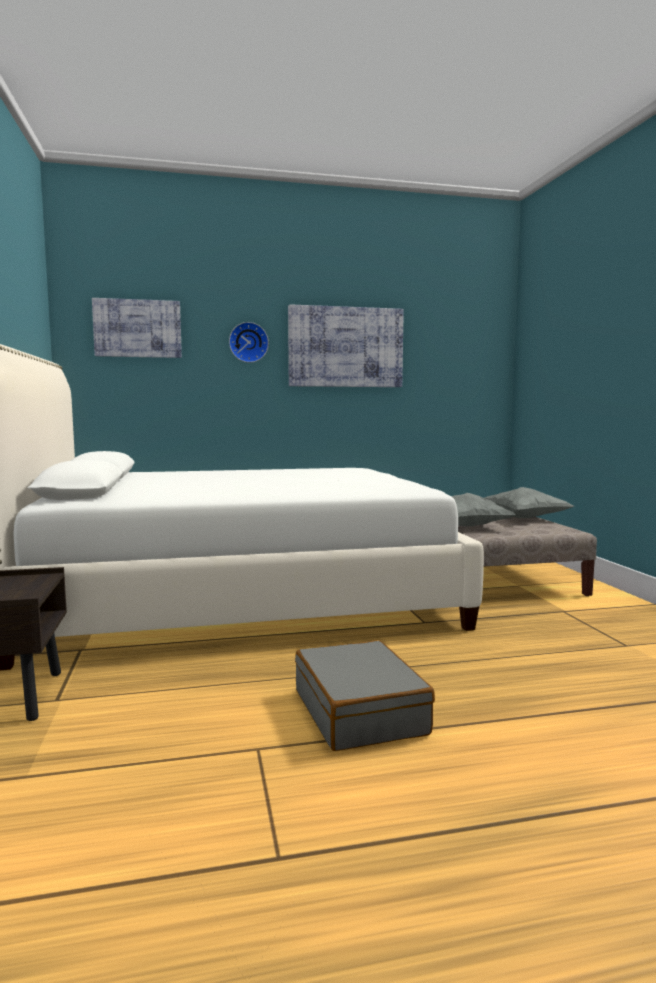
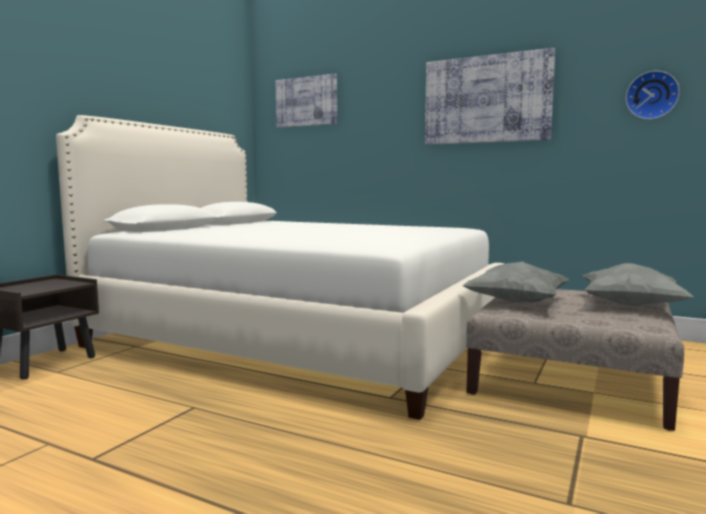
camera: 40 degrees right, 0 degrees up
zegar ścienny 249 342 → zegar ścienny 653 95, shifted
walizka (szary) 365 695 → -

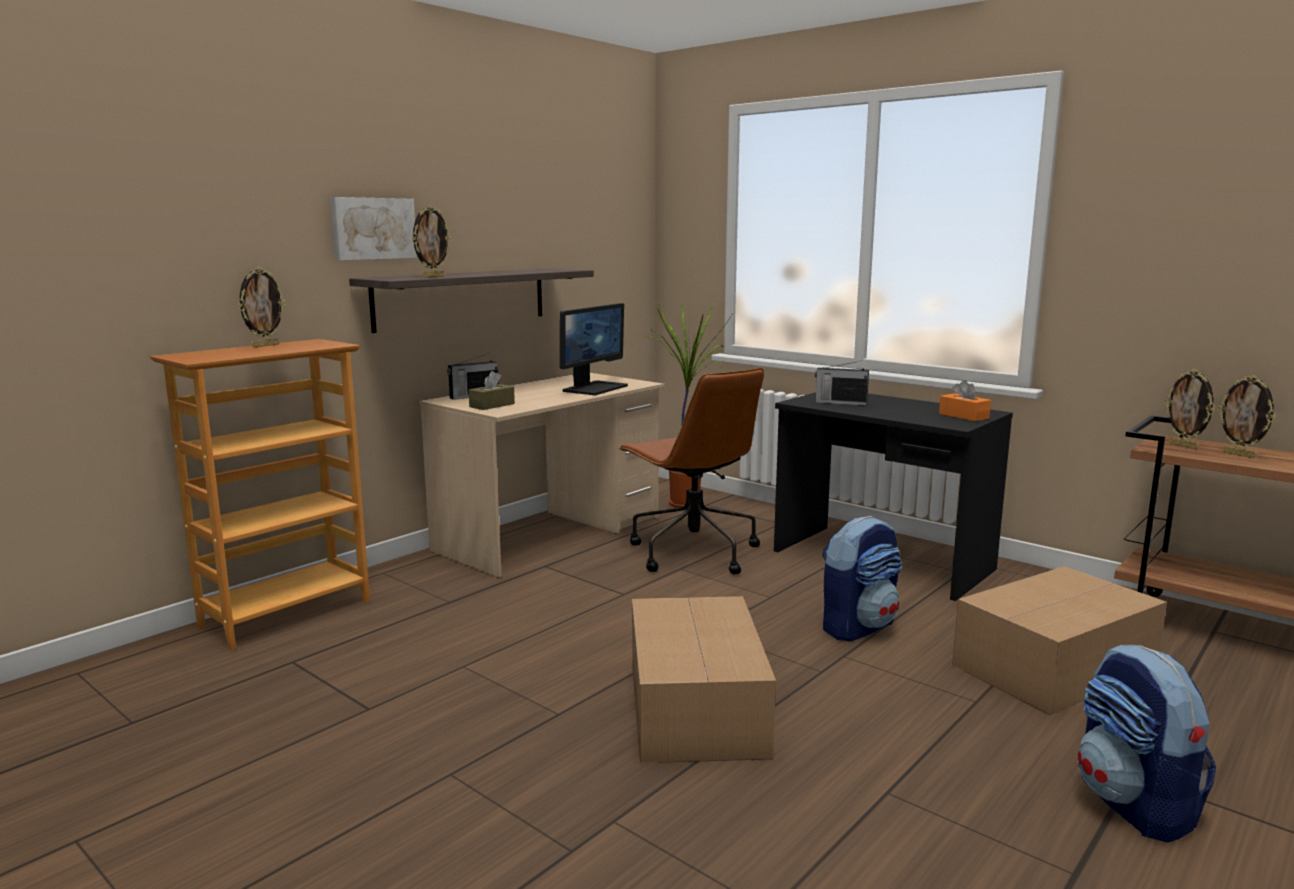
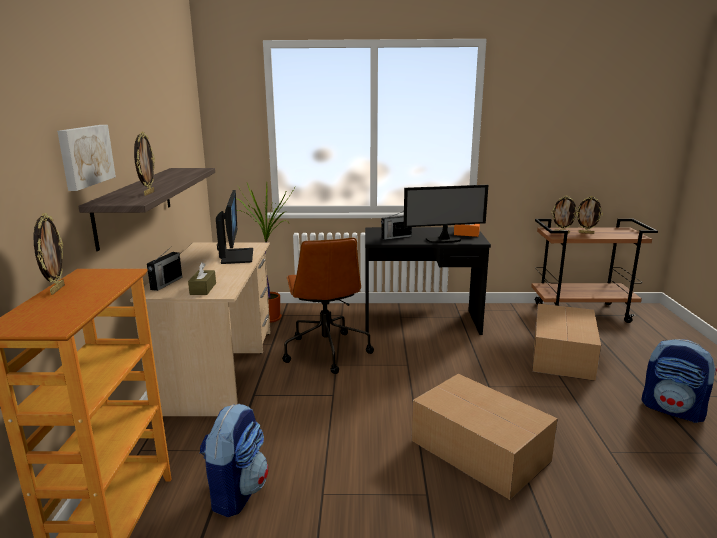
camera: 40 degrees left, 5 degrees up
plecak 862 578 → plecak 234 460, shifted
krzesło biurowe (brązowy) 691 471 → krzesło biurowe (brązowy) 328 305, 60 degrees clockwise
- → monitor 446 214

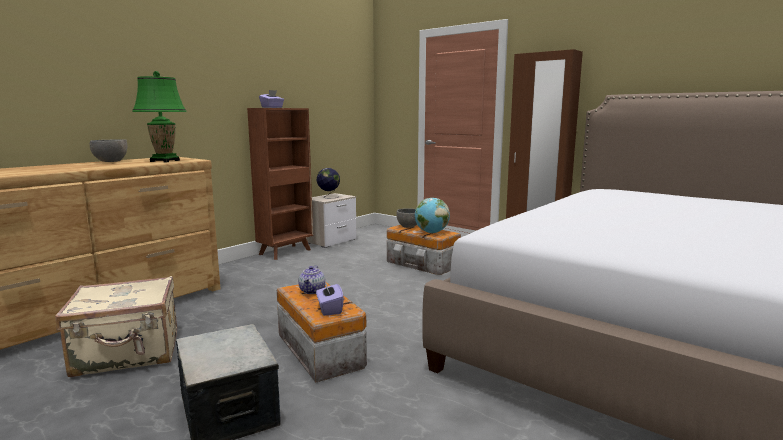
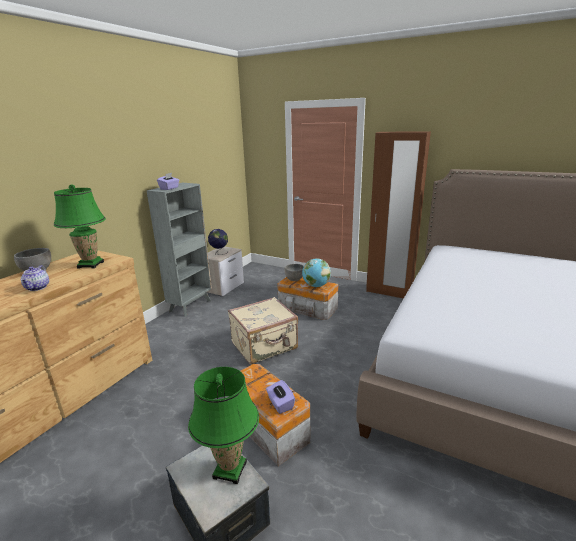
camera: 10 degrees left, 10 degrees up
imbryk 312 279 → imbryk 34 278, shifted
regał (brązowy) 280 184 → regał (szary) 179 250
- → lampa stołowa (zielony) 223 425
walizka (beżowy) 116 326 → walizka (beżowy) 263 330, shifted

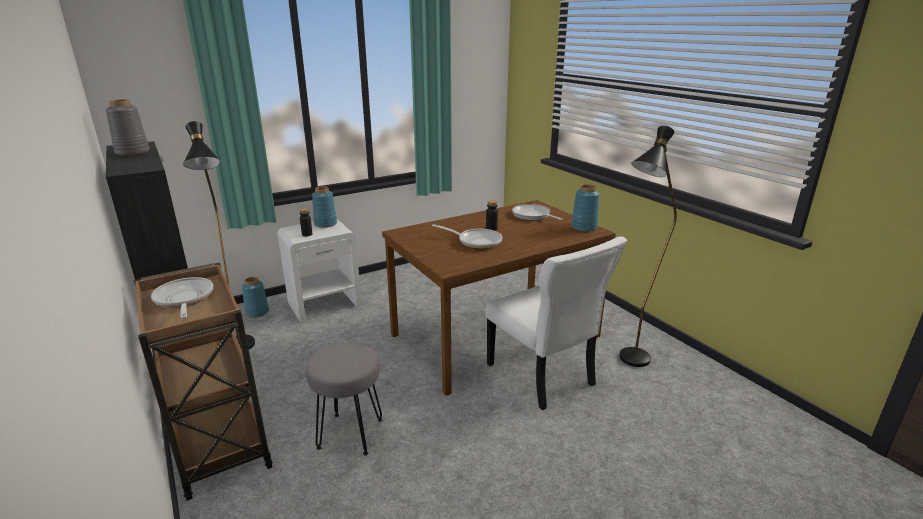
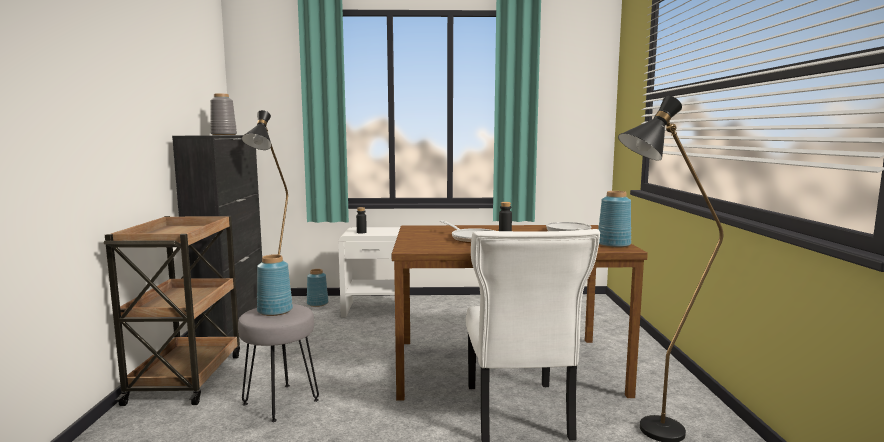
camera: 30 degrees right, 15 degrees down
wazon (niebieski) 324 207 → wazon (niebieski) 275 285, shifted
patelnia 182 298 → -

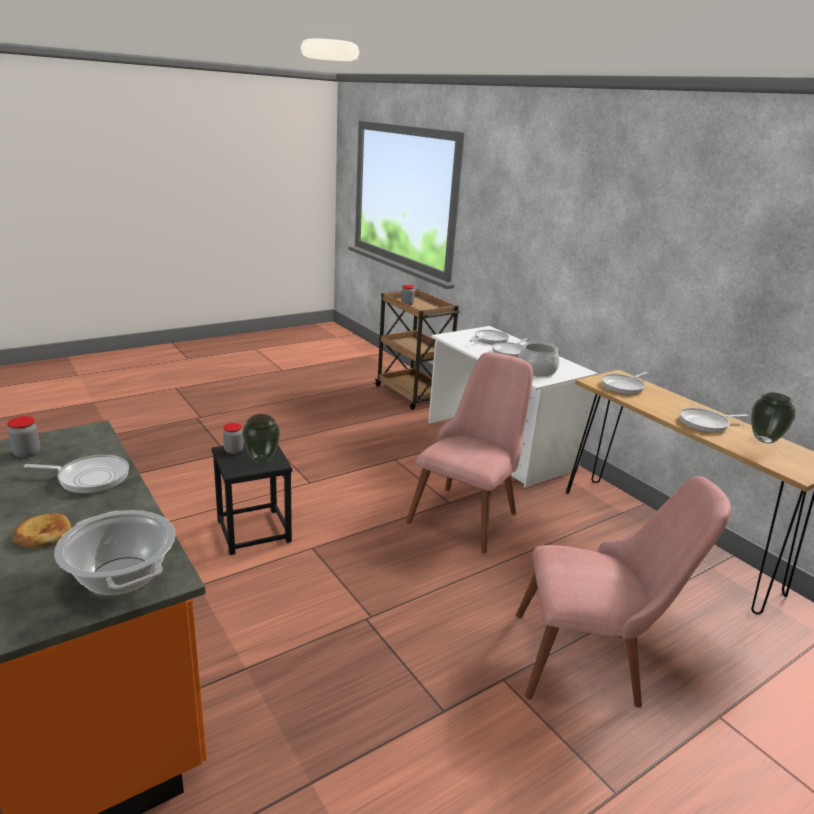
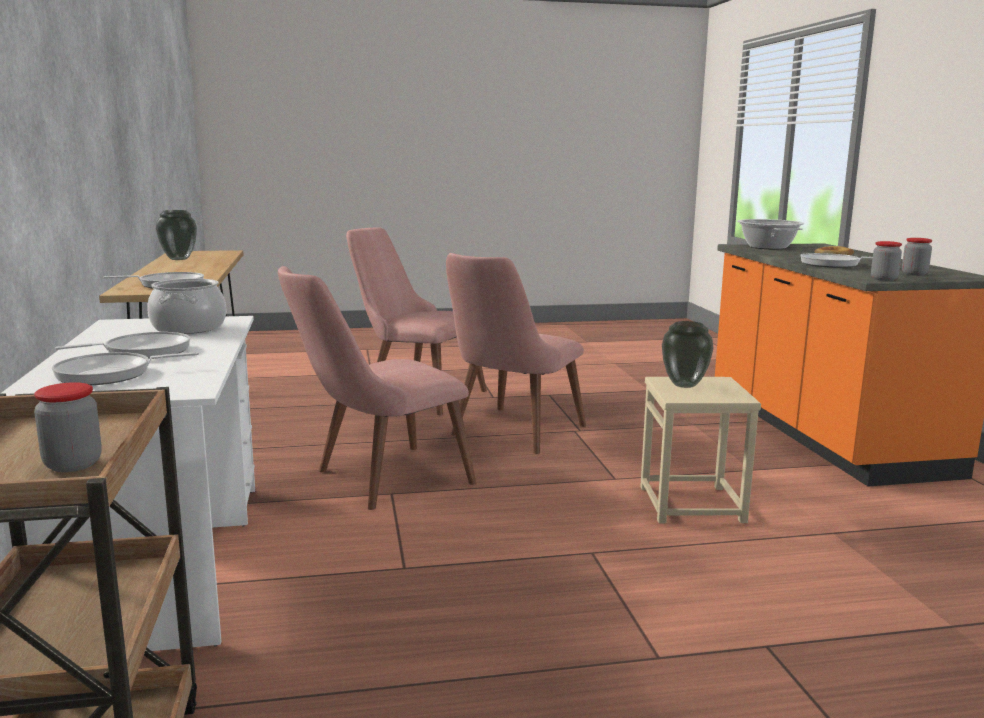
camera: 155 degrees left, 10 degrees down
- → krzesło (różowy) 516 353
stołek (czarny) 252 499 → stołek (beżowy) 700 450
słoik 233 438 → słoik 886 261, shifted
patelnia 713 420 → -

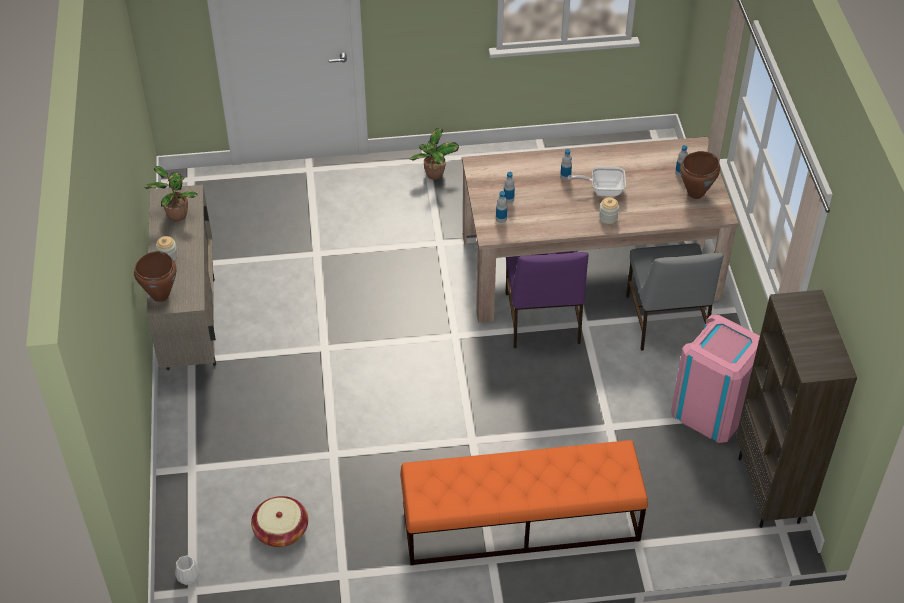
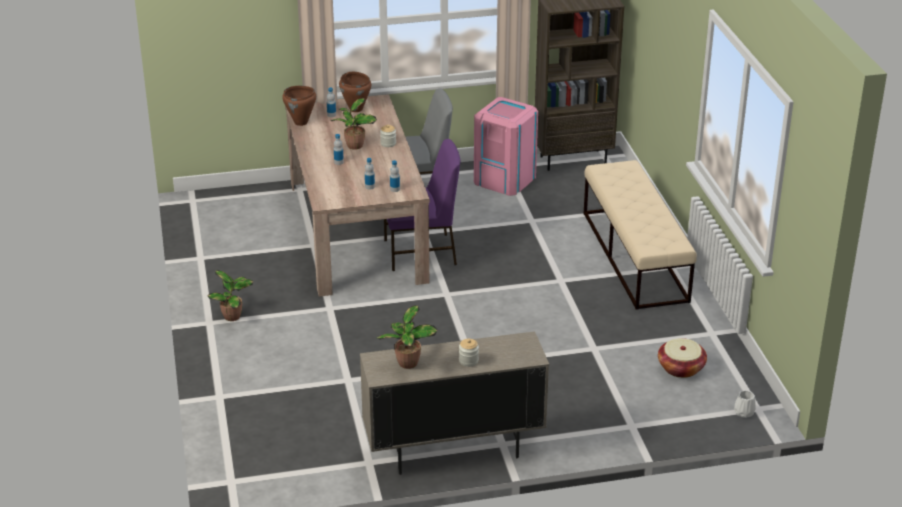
camera: 95 degrees left, 15 degrees down
garnek (brązowy) 155 276 → garnek (brązowy) 299 106, shifted
patelnia 597 181 → roślina doniczkowa 353 124
ławka (pomarańczowy) 524 502 → ławka (beżowy) 640 235

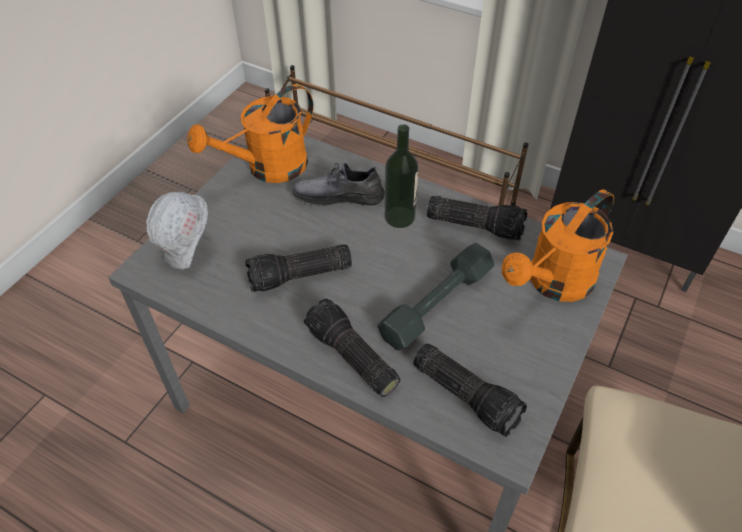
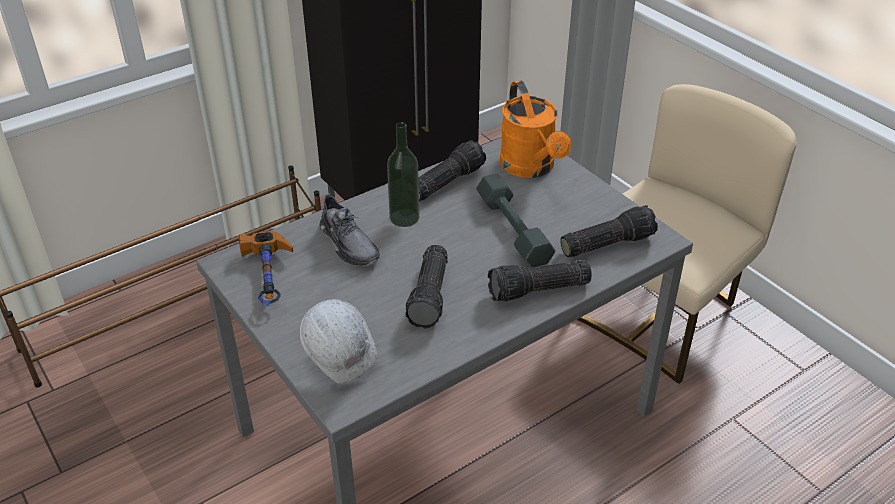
camera: 65 degrees left, 10 degrees down
konewka (pomarańczowy) 250 133 → młotek 266 268
but (szary) 339 184 → but (szary) 350 230, 60 degrees counterclockwise

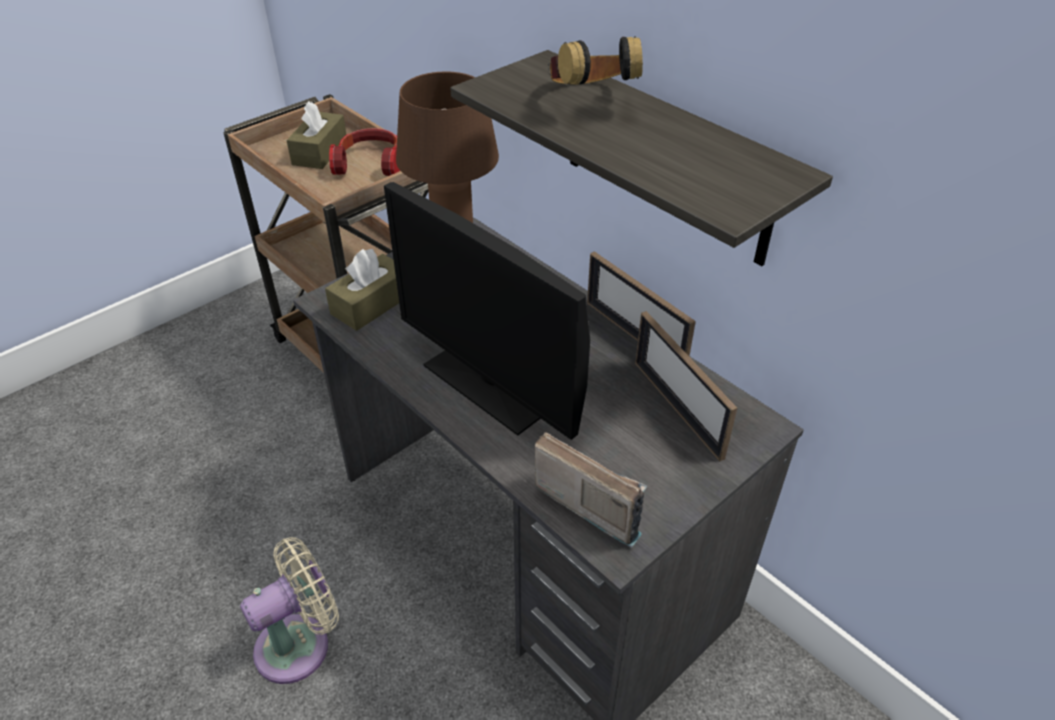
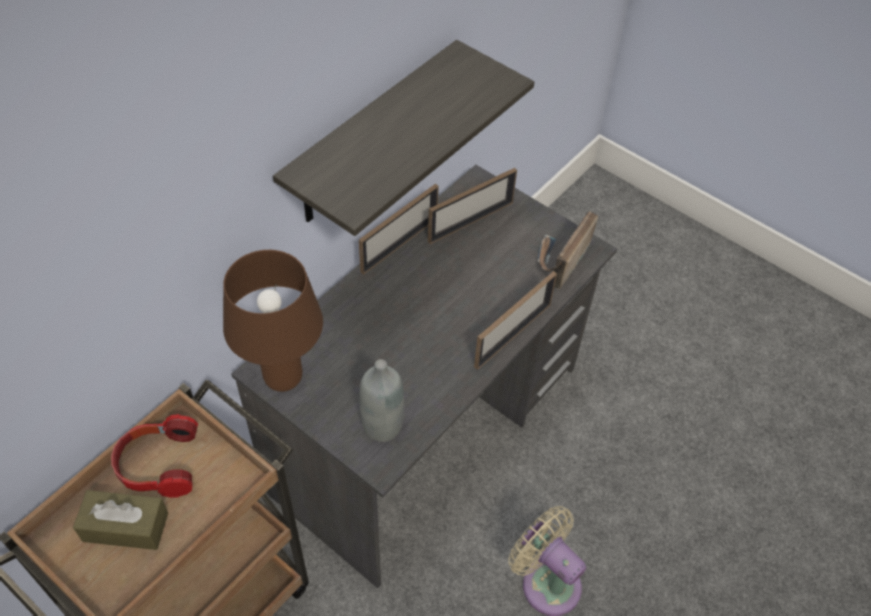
camera: 100 degrees left, 10 degrees up
pudełko chusteczek (brązowy) 362 290 → butelka (szary) 382 400
- → ramka na zdjęcie 515 320
monitor 487 311 → -
słuchawki 595 60 → -

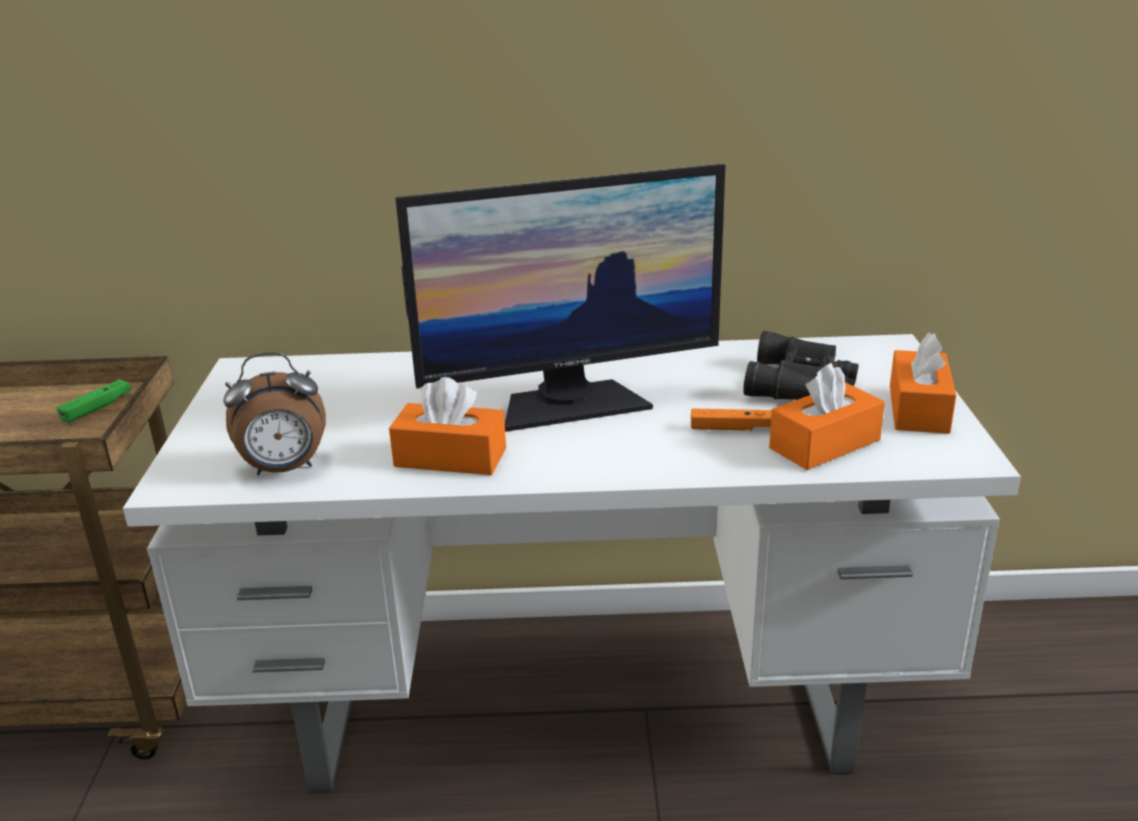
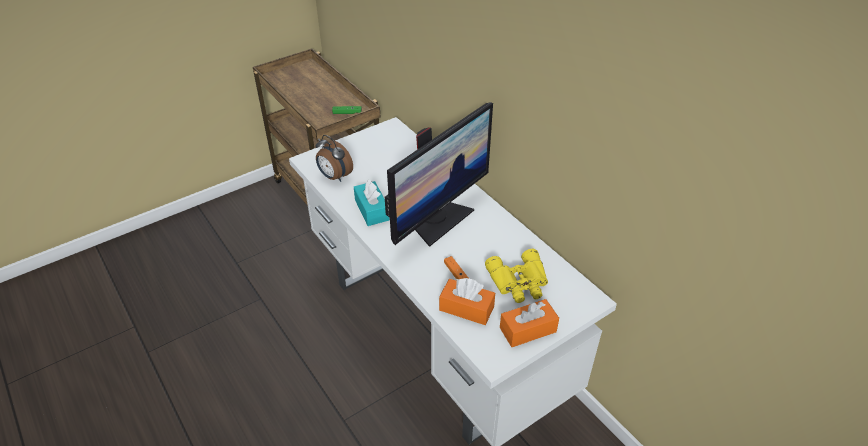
camera: 55 degrees right, 15 degrees up
pudełko chusteczek (pomarańczowy) 447 426 → pudełko chusteczek (turkusowy) 372 203
monitor 560 298 → monitor 439 174, 90 degrees counterclockwise
lornetka (czarny) 801 365 → lornetka (żółty) 516 276

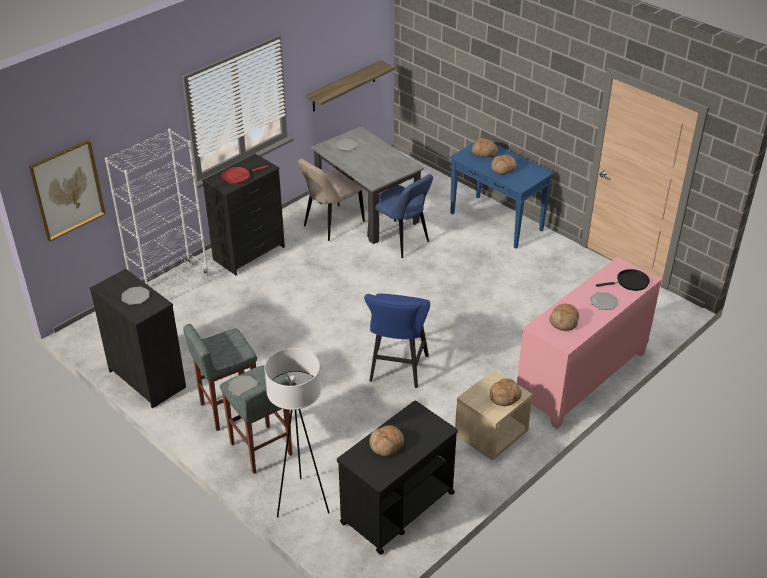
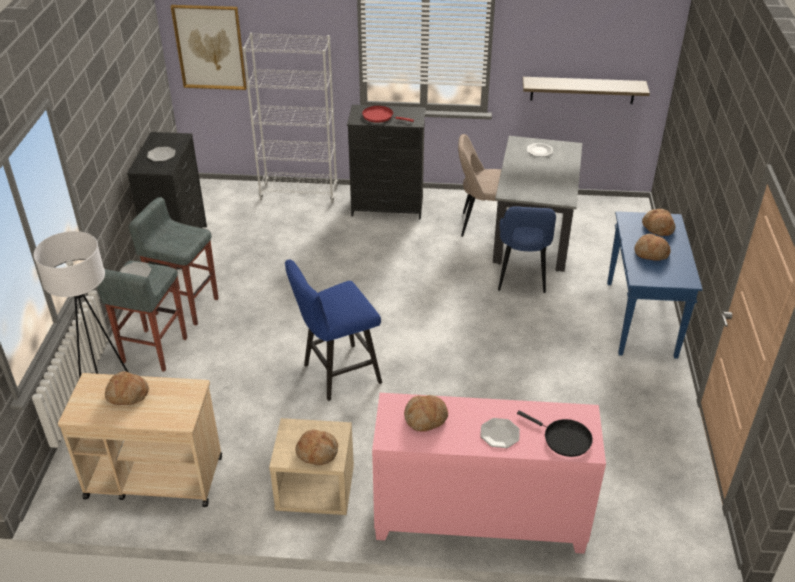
camera: 50 degrees right, 0 degrees up
wózek (czarny) 397 477 → wózek (beżowy) 140 440

